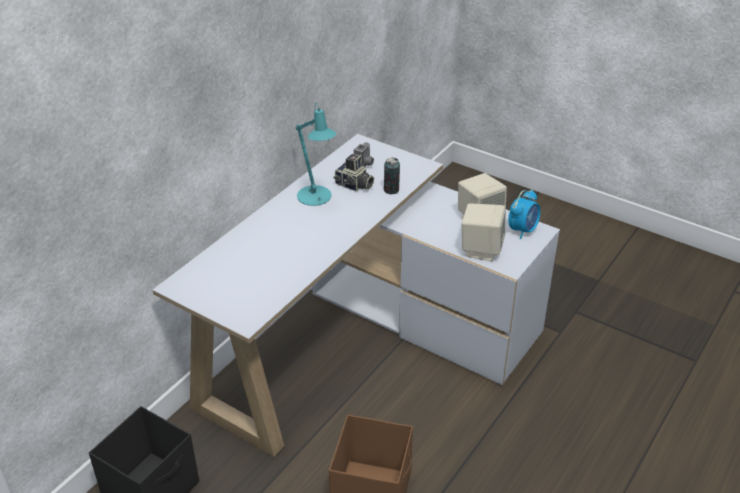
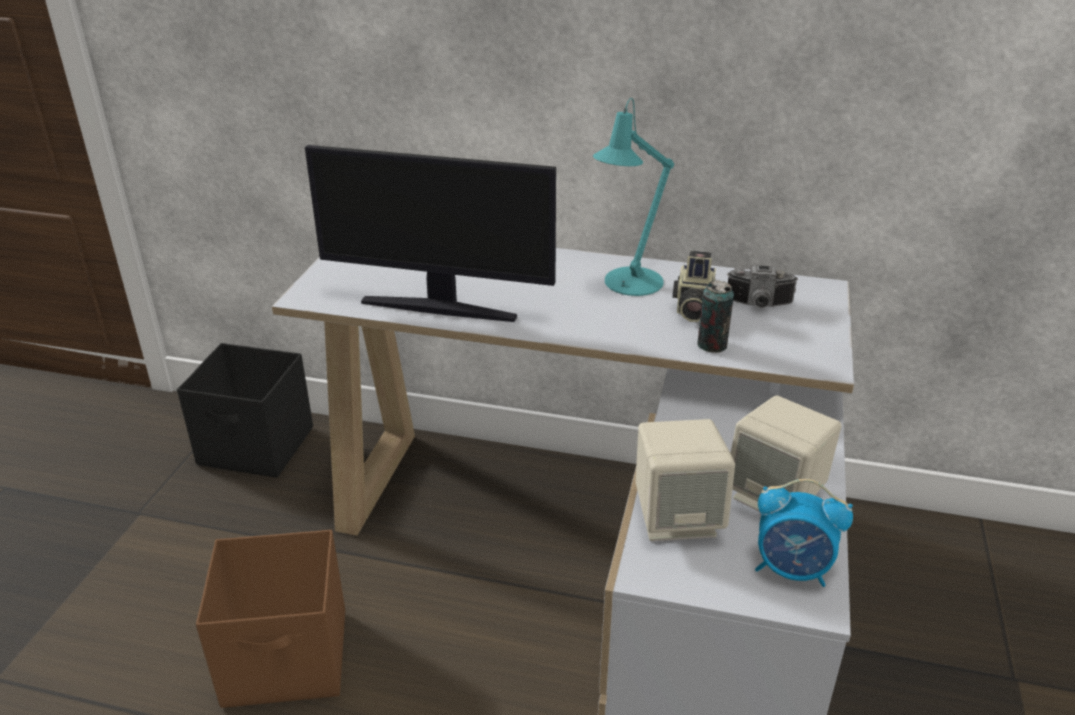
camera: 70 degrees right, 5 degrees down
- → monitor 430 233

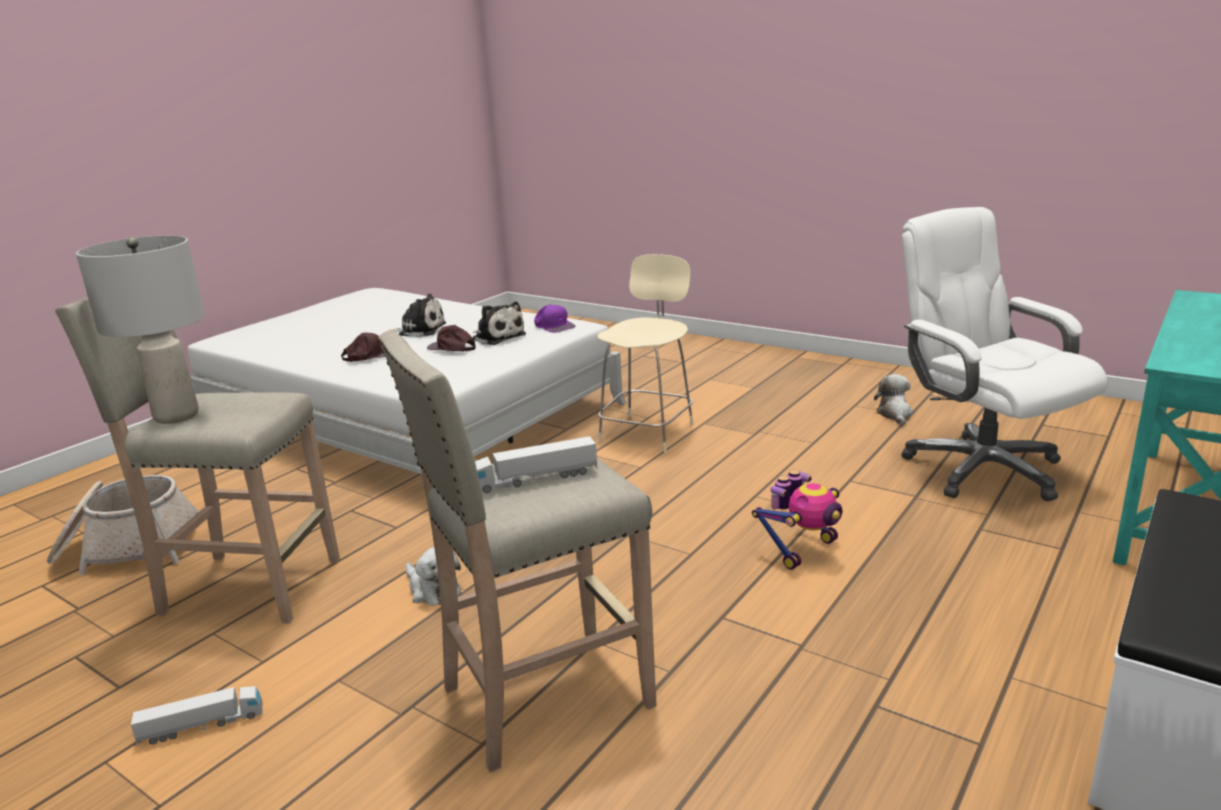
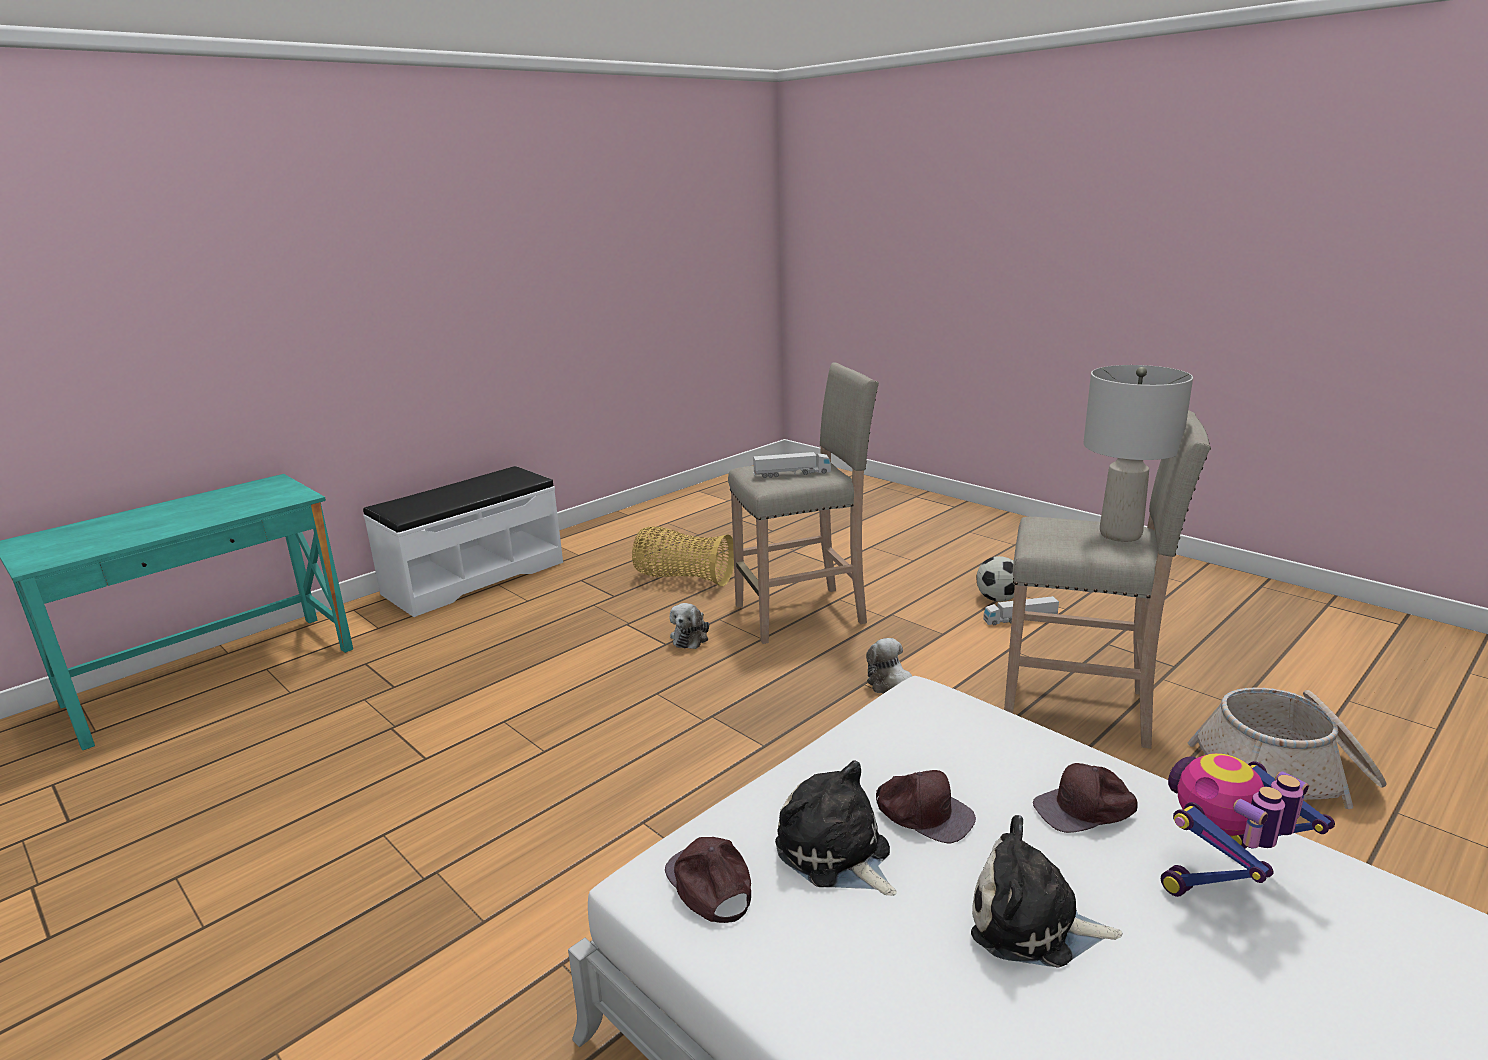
camera: 170 degrees left, 0 degrees up
- → koszyk 683 556
czapka z daszkiem (fioletowy) 554 318 → czapka z daszkiem (brązowy) 708 880
pluszak 893 399 → pluszak 689 626, shifted
- → piłka futbolowa 996 579
robot zabawkowy 797 520 → robot zabawkowy 1248 825, shifted
stołek (beżowy) 645 353 → -
krzesło biurowe (biały) 1004 354 → -

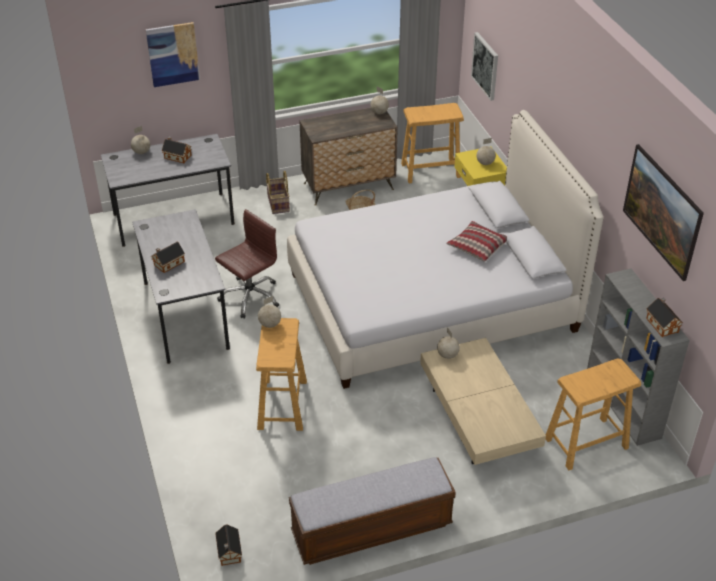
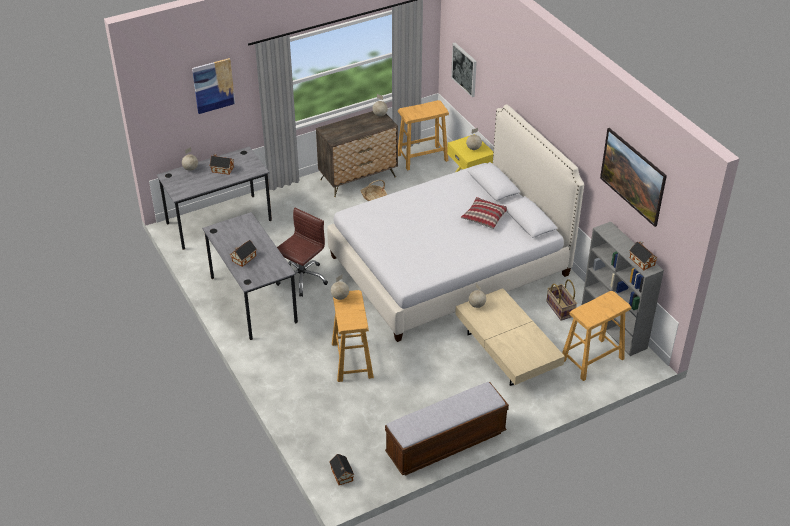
camera: 10 degrees left, 0 degrees up
koszyk 278 192 → koszyk 561 300, shifted

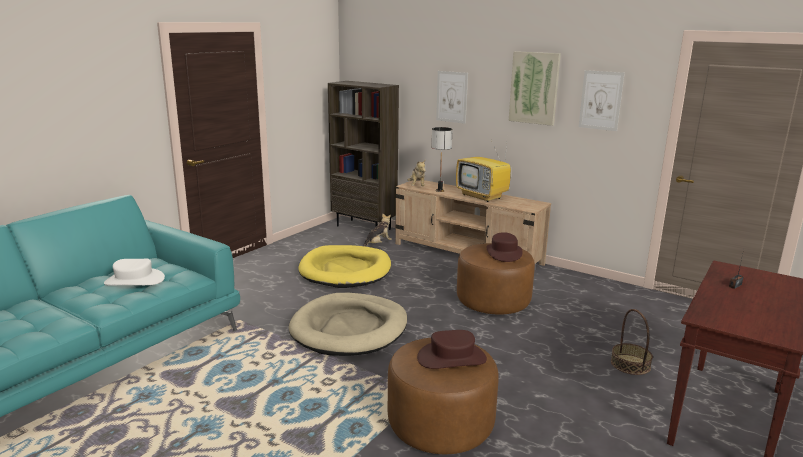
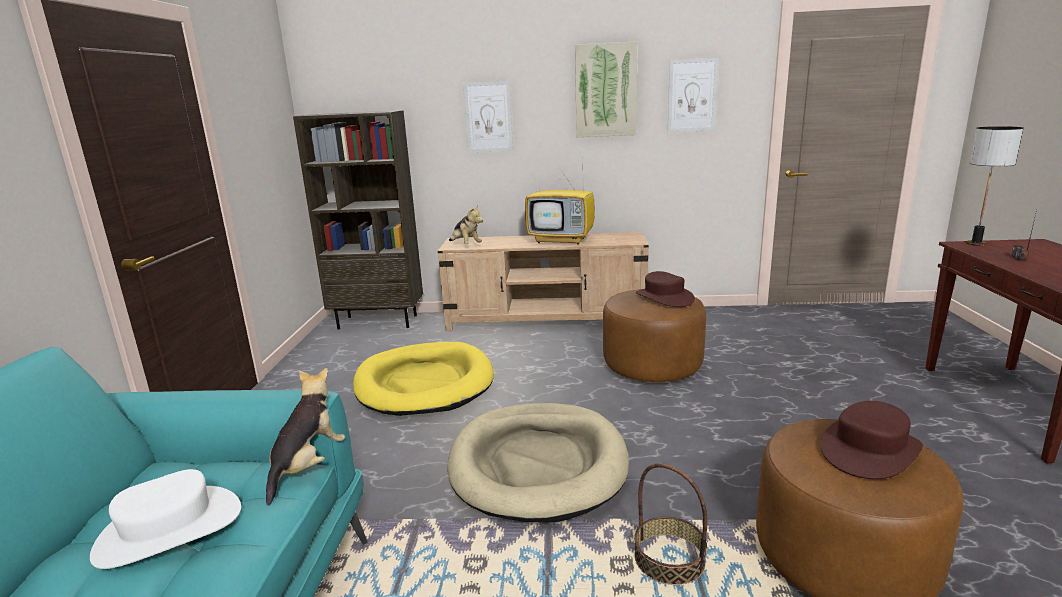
camera: 30 degrees left, 0 degrees up
pluszak 377 230 → pluszak 305 436, shifted
koszyk 632 342 → koszyk 671 524, shifted
lampa stołowa 442 159 → lampa stołowa 995 186, shifted

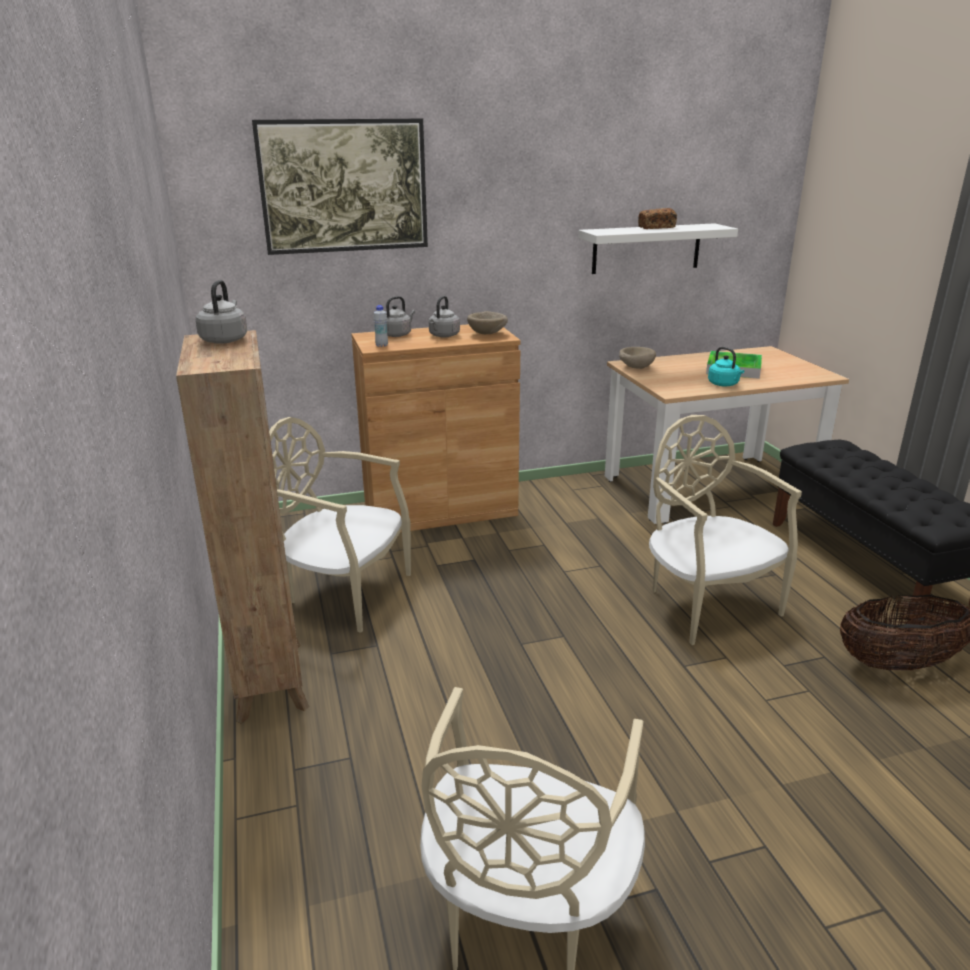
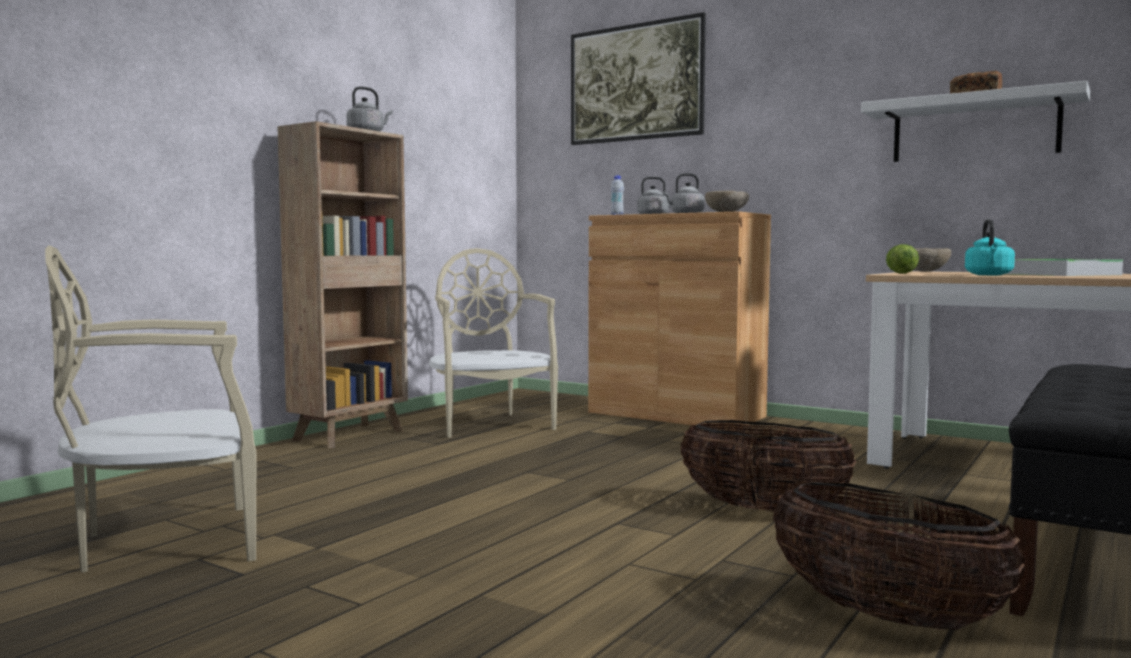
camera: 50 degrees right, 20 degrees down
krzesło (beżowy) 725 530 → koszyk 768 466
- → sałata 902 259

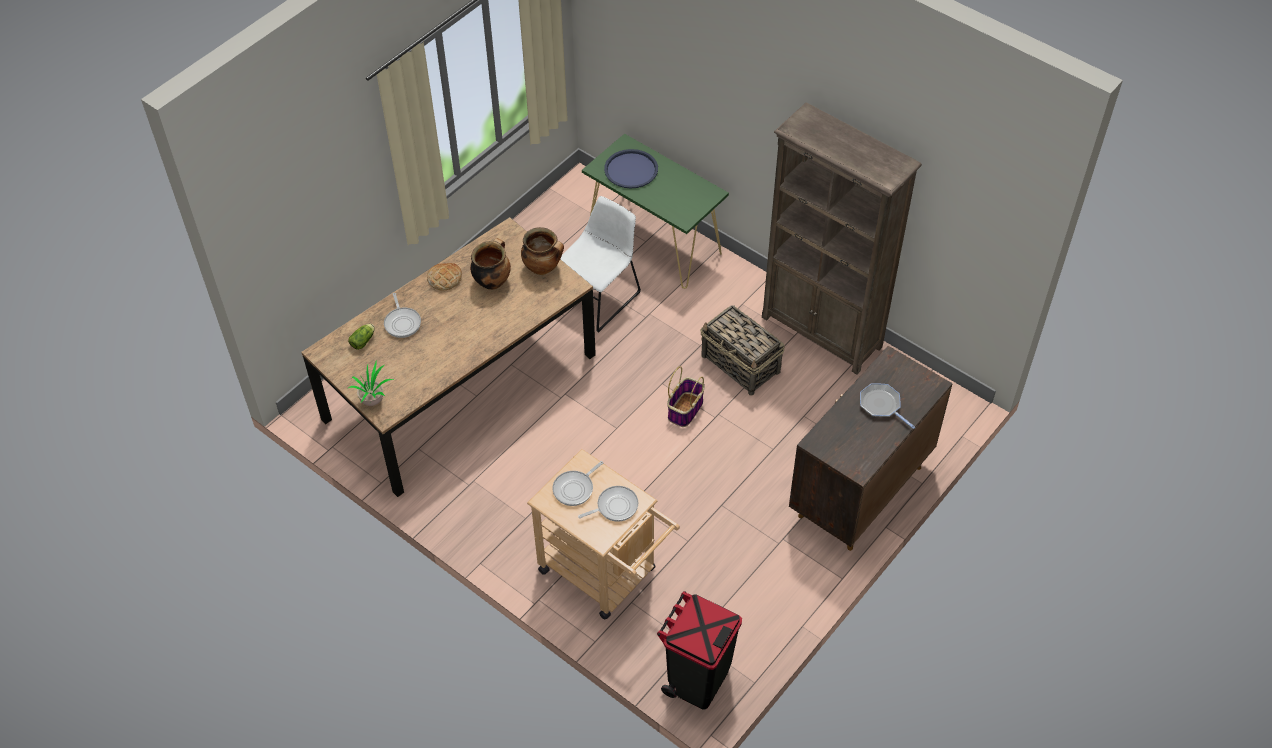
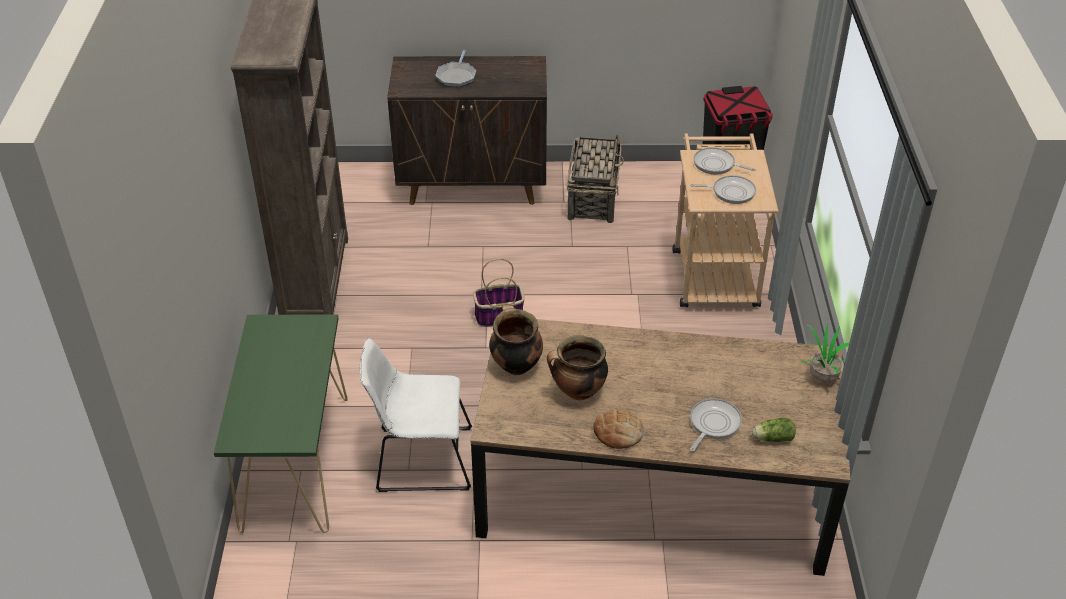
camera: 130 degrees left, 10 degrees down
koszyk 742 350 → koszyk 595 178, shifted
taca (niebieski) 631 169 → -

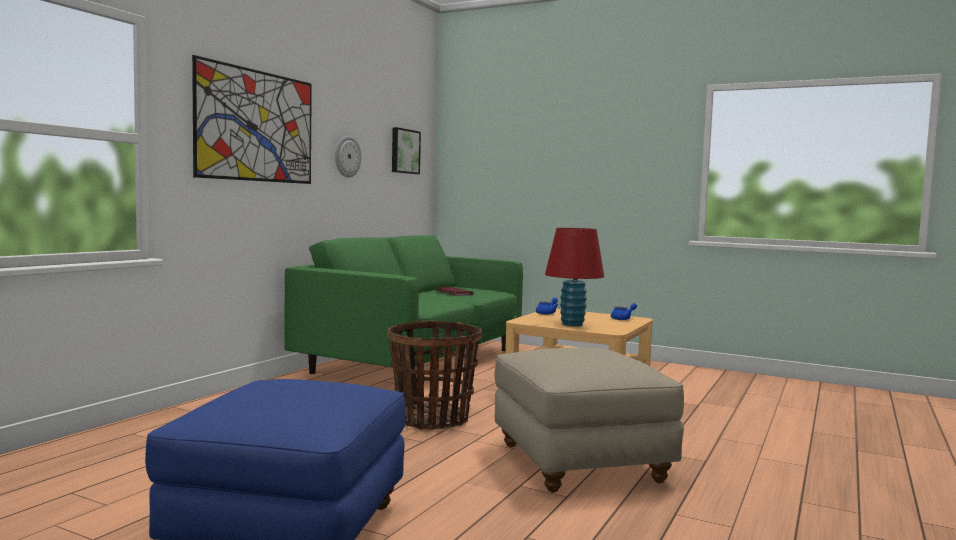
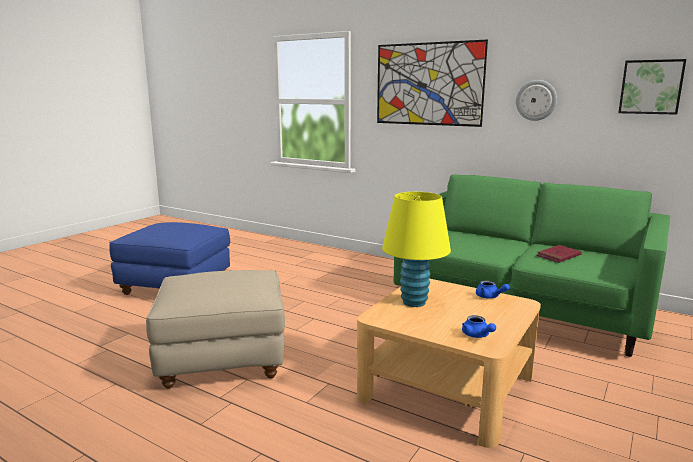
camera: 95 degrees right, 10 degrees up
lampa stołowa (czerwony) 574 277 → lampa stołowa (żółty) 416 249
koszyk 434 375 → -

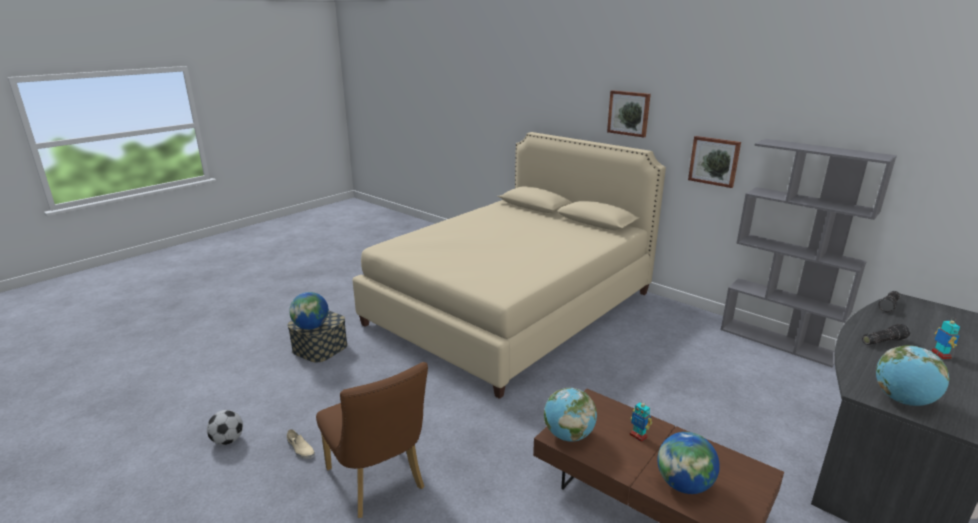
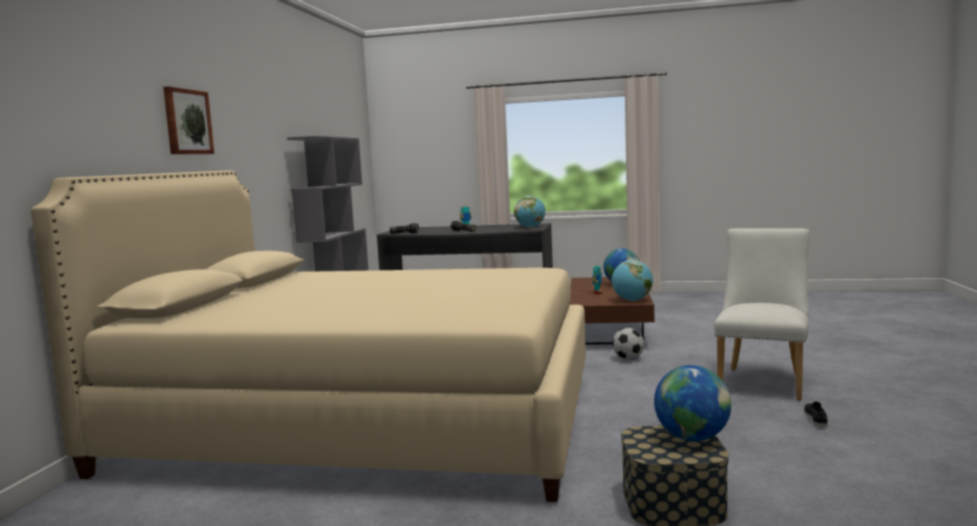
camera: 120 degrees left, 15 degrees down
piłka futbolowa 225 427 → piłka futbolowa 628 344, shifted
krzesło (brązowy) 372 440 → krzesło (biały) 762 314
but (beżowy) 301 444 → but (czarny) 816 415
obraz 714 162 → -

